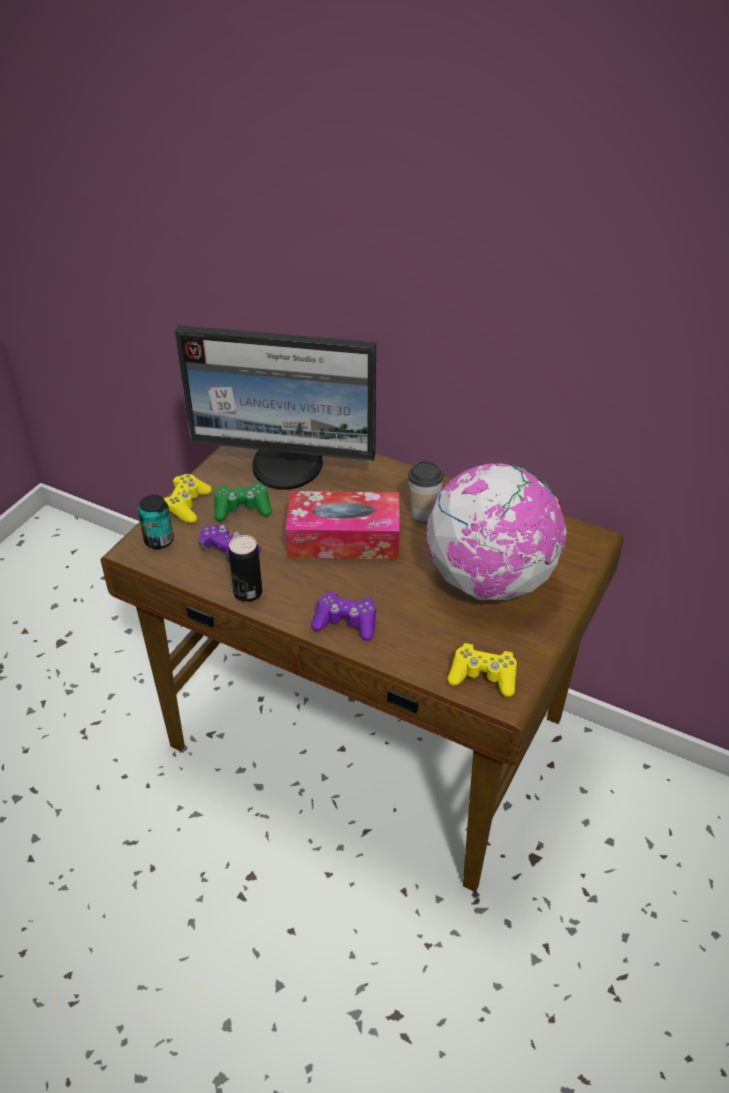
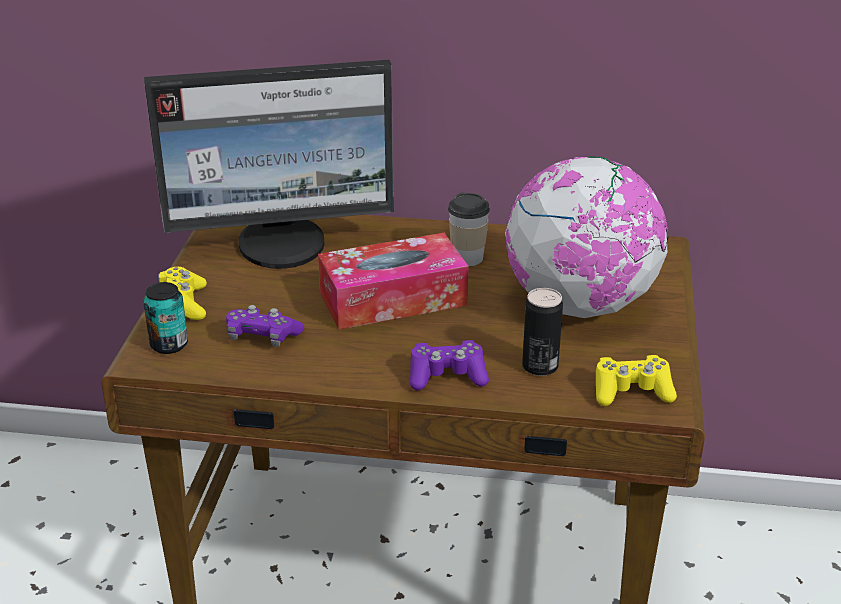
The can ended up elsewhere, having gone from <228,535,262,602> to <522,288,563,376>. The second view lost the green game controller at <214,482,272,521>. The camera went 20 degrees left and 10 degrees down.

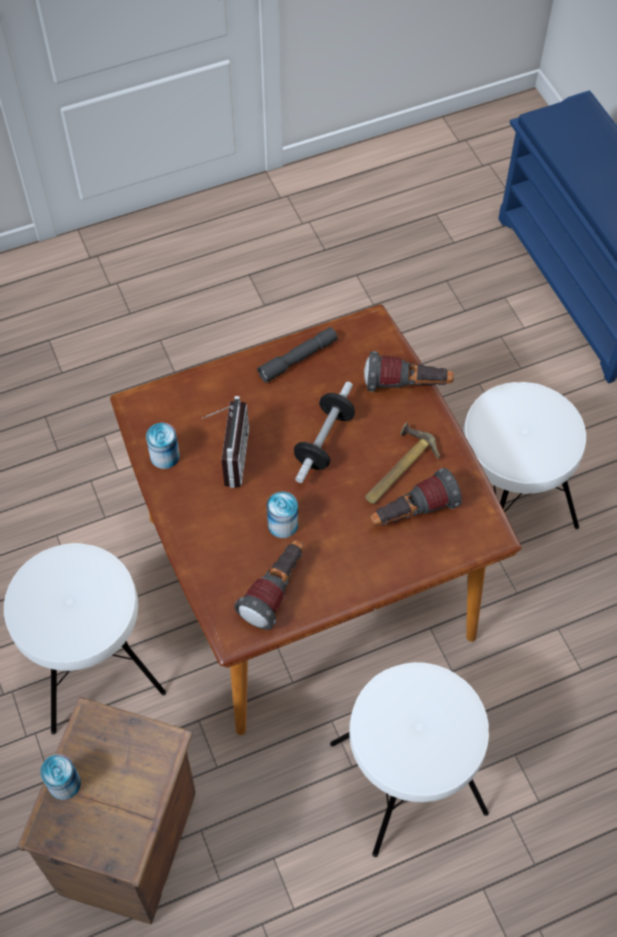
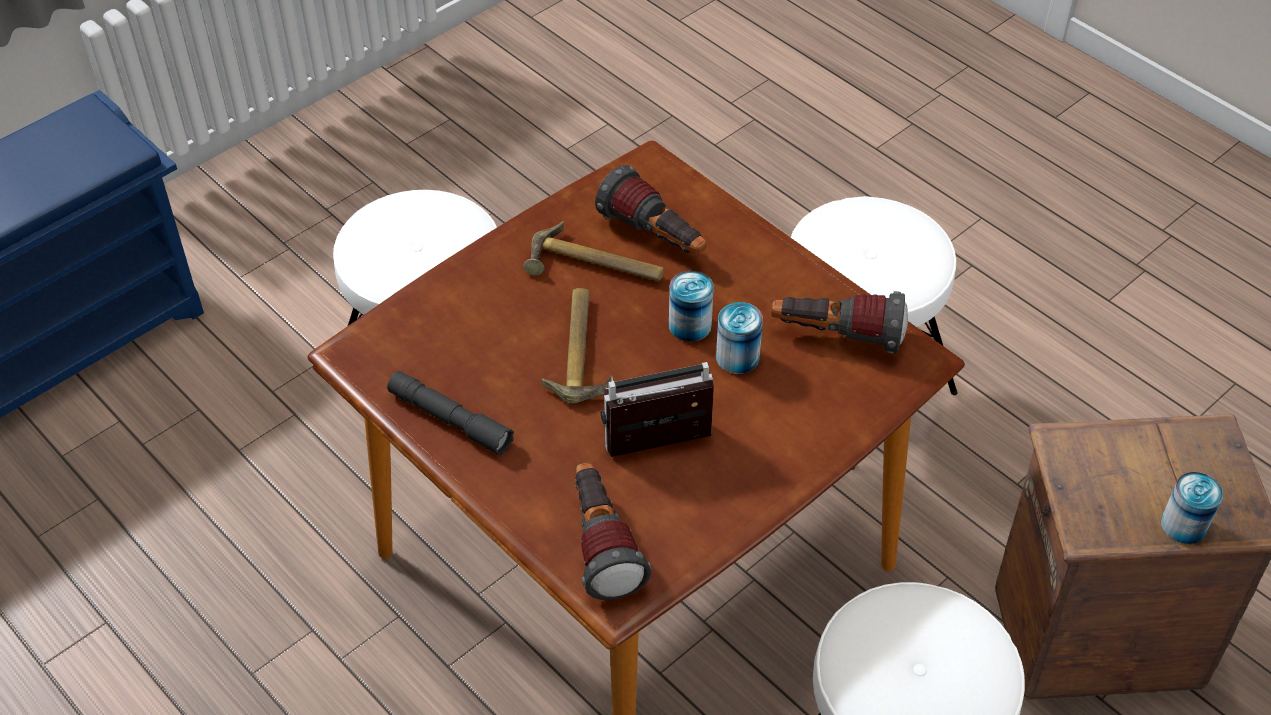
Where the dumbbell stood at <294,382,355,483>, the hammer came to stand at <542,288,614,403>. The flashlight ended up elsewhere, having gone from <364,351,454,392> to <575,463,651,600>. The can ended up elsewhere, having gone from <146,423,180,469> to <669,271,714,342>. The camera went 110 degrees left and 10 degrees down.

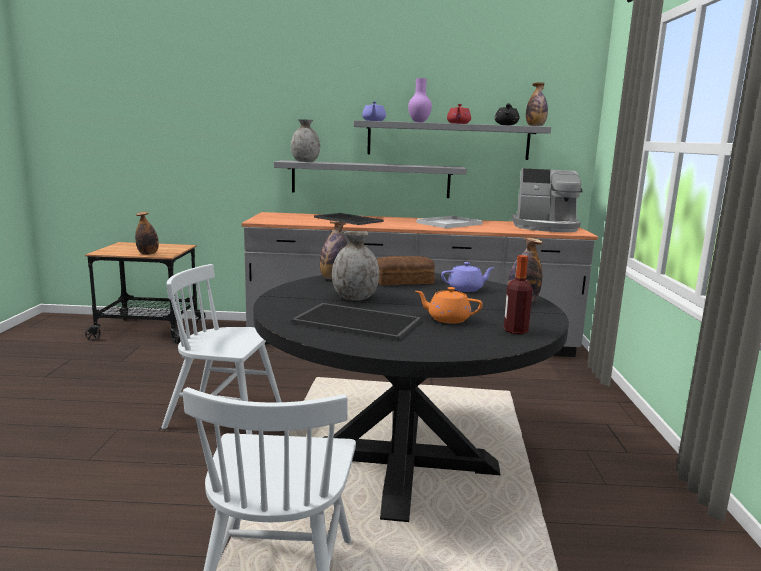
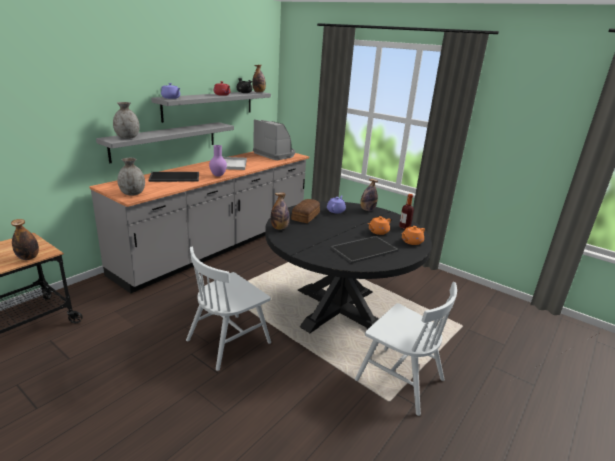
The grey vase ended up elsewhere, having gone from <332,231,379,300> to <117,158,145,196>. The purple vase ended up elsewhere, having gone from <408,78,432,123> to <209,145,227,177>. The coffee machine at <512,168,583,232> ended up facing another way, 90 degrees counterclockwise from before. The second view gained the orange teapot at <402,226,425,245>. The camera went 55 degrees left and 10 degrees up.

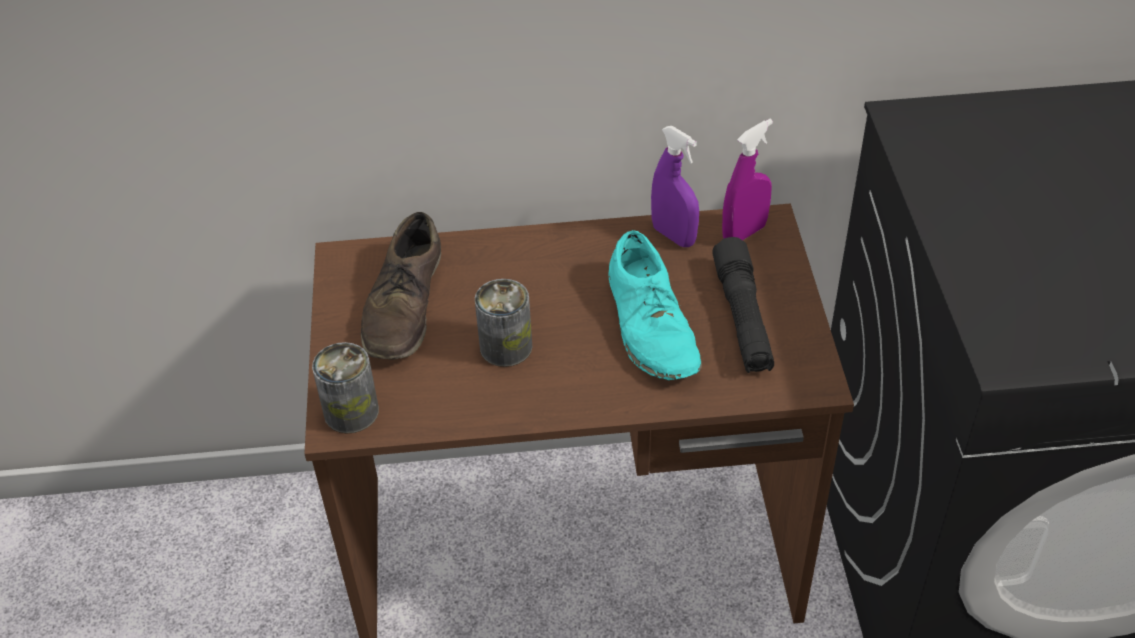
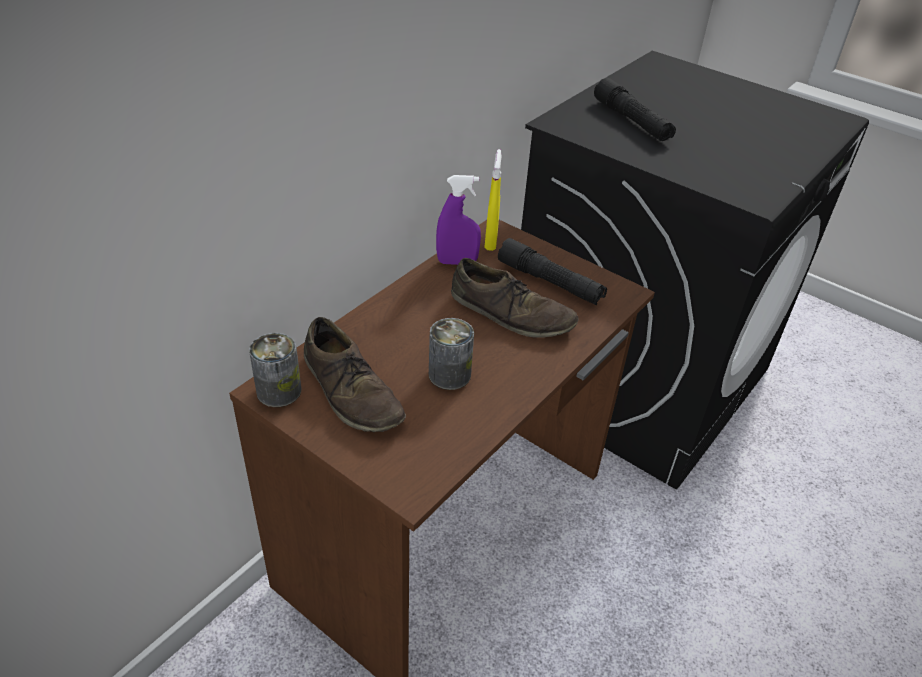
The can ended up elsewhere, having gone from <312,342,379,433> to <249,333,301,407>. What was the turquoise shoe at <609,230,702,380> turned into the brown shoe at <451,258,579,338>. What was the purple spray bottle at <722,119,773,240> turned into the yellow spray bottle at <484,149,502,251>. The second view gained the black flashlight at <594,78,676,141>. The camera went 50 degrees left and 5 degrees down.

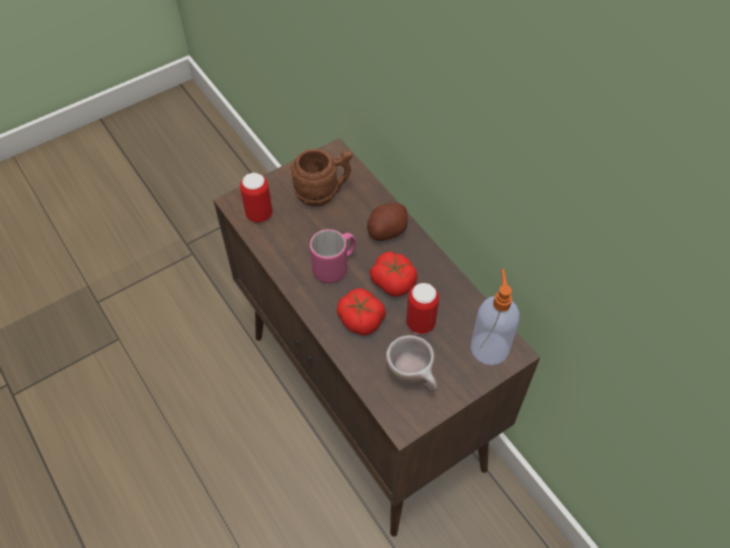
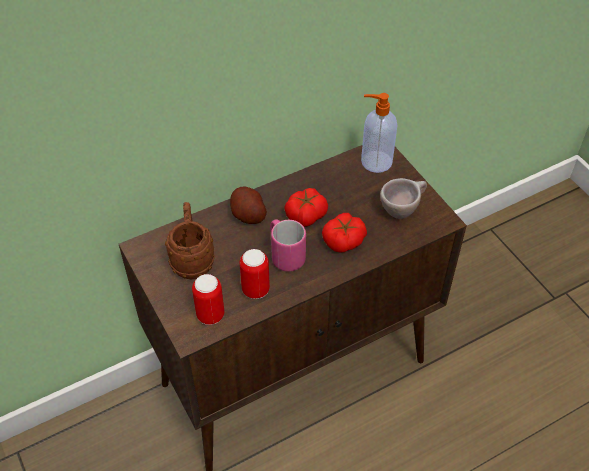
The can ended up elsewhere, having gone from <406,283,439,334> to <240,249,270,299>. The camera went 85 degrees left and 5 degrees down.

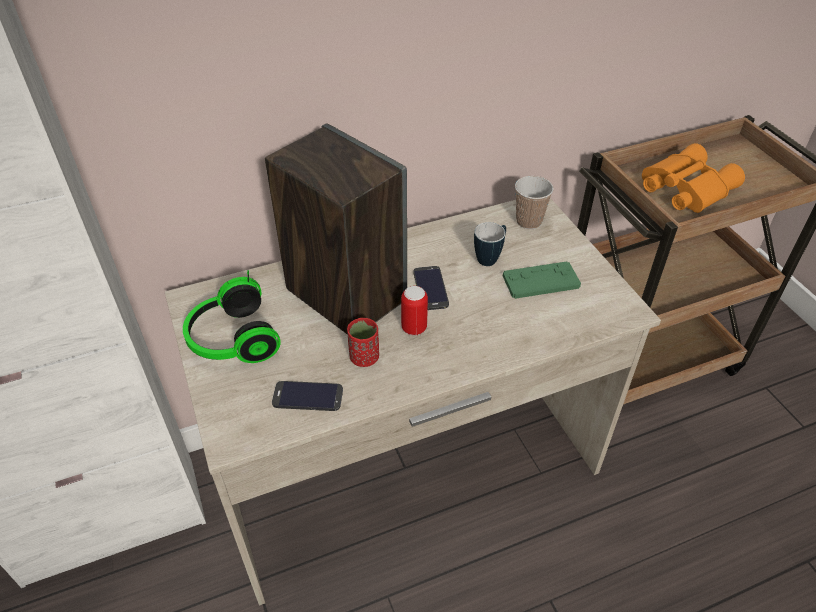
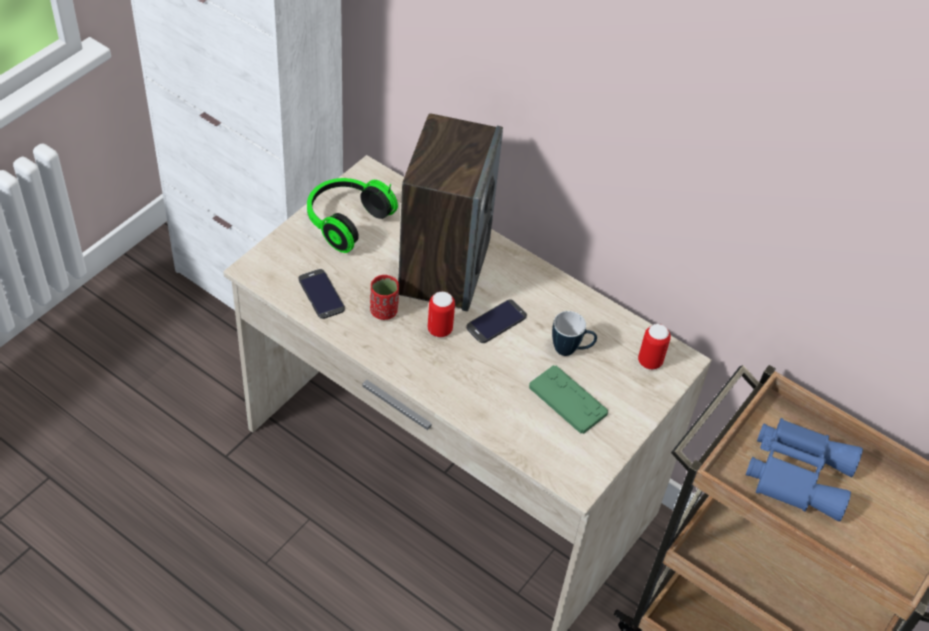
Where the cup stood at <515,176,554,229>, the can came to stand at <638,324,671,370>. What was the orange binoculars at <642,143,745,213> turned into the blue binoculars at <746,418,863,522>. The camera went 55 degrees right and 5 degrees up.

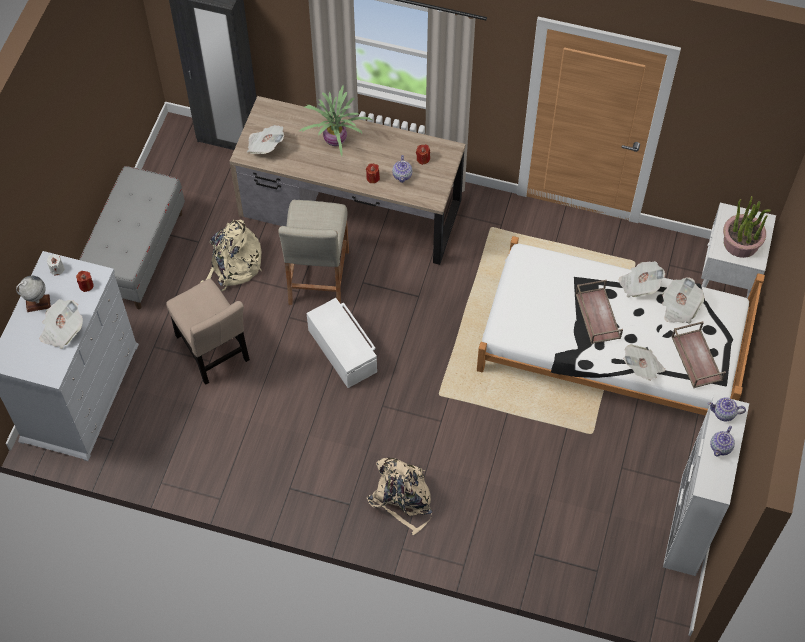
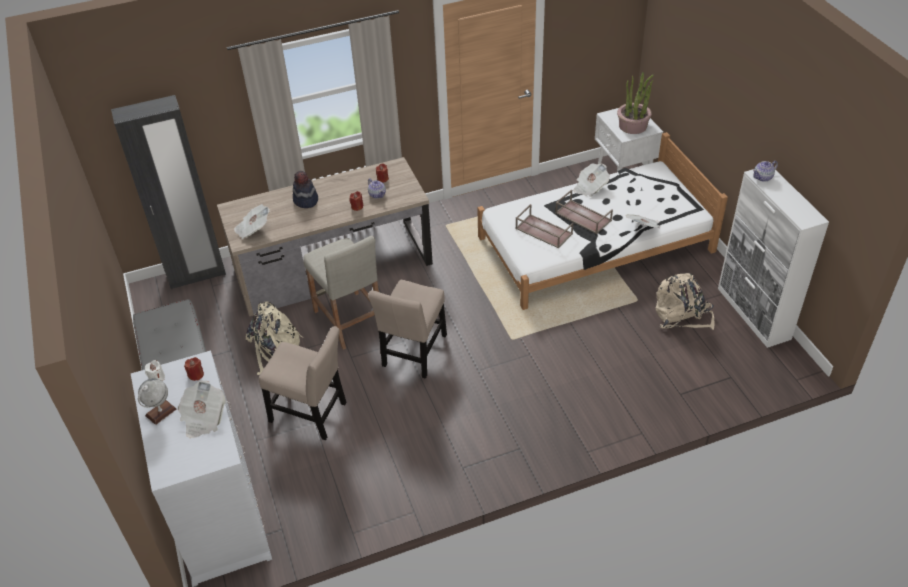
Where the potted plant stood at <299,85,372,156>, the hat came to stand at <293,171,318,208>. Where the white storage box stood at <306,298,377,388>, the beige chair came to stand at <368,280,447,379>. The brown tray ended up elsewhere, having gone from <671,321,726,388> to <515,204,573,248>. The beige backpack ended up elsewhere, having gone from <367,458,433,536> to <656,273,714,330>. The second view lost the newspaper at <662,277,704,323>. The second view lost the teapot at <710,426,735,457>. The camera went 35 degrees left and 15 degrees down.

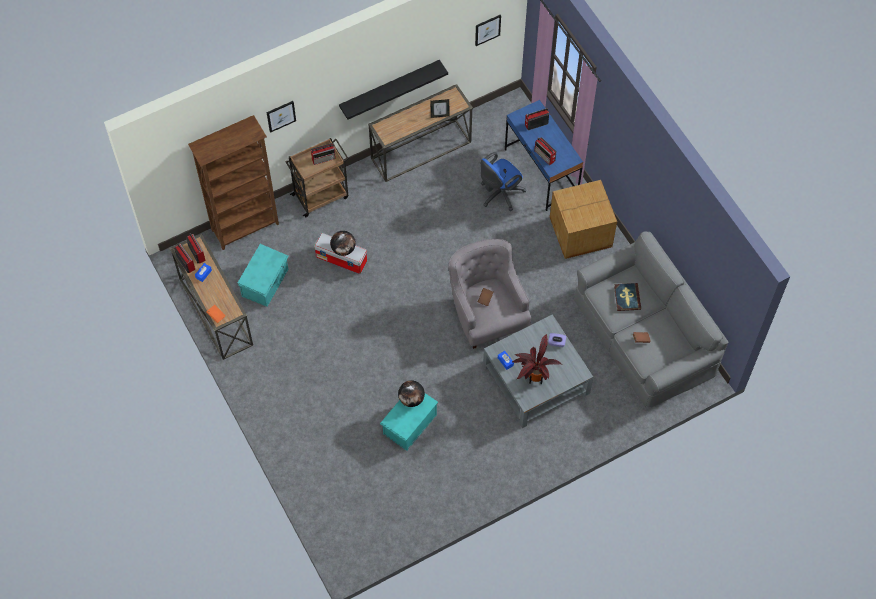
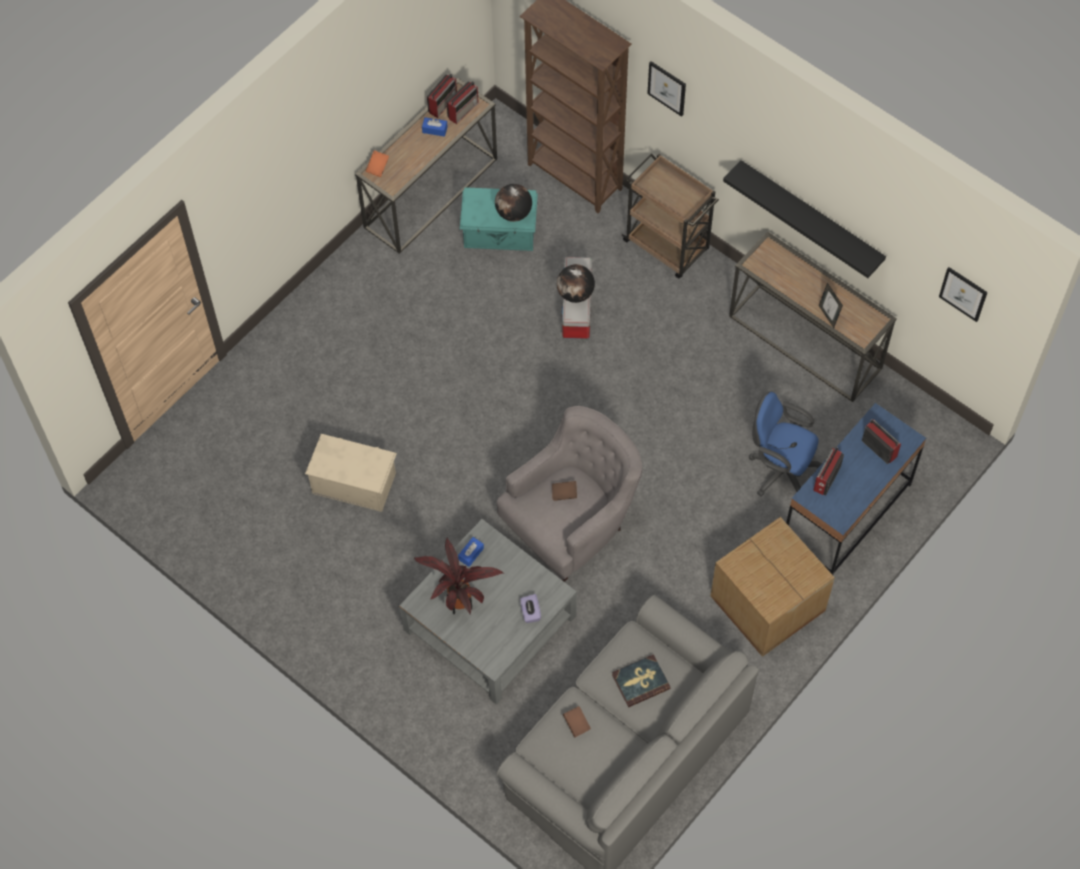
What was the turquoise storage box at <380,393,438,451> turned into the beige storage box at <305,434,397,512>. The globe ended up elsewhere, having gone from <398,380,425,407> to <495,184,532,222>. The second view lost the radio at <311,143,336,165>. The camera went 70 degrees right and 0 degrees up.

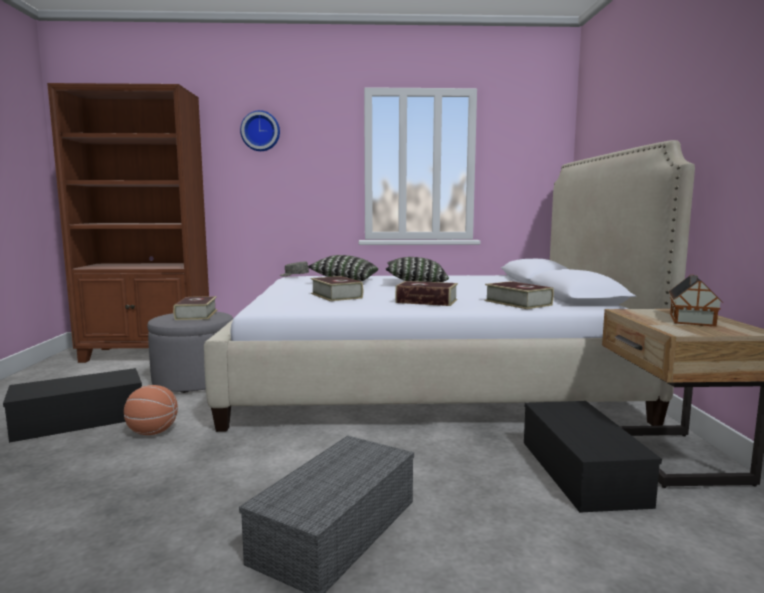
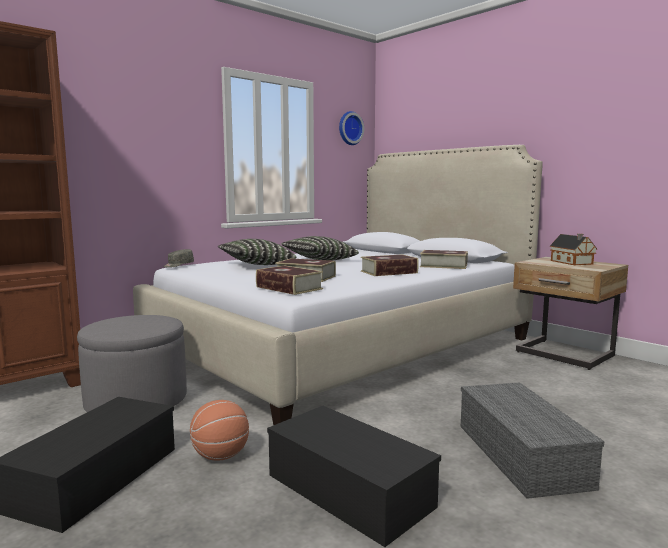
The book ended up elsewhere, having gone from <173,296,217,320> to <256,266,323,295>. The black storage box ended up elsewhere, having gone from <524,401,662,513> to <267,406,441,547>. The wall clock ended up elsewhere, having gone from <240,110,280,151> to <339,111,364,145>. The camera went 40 degrees left and 0 degrees up.

